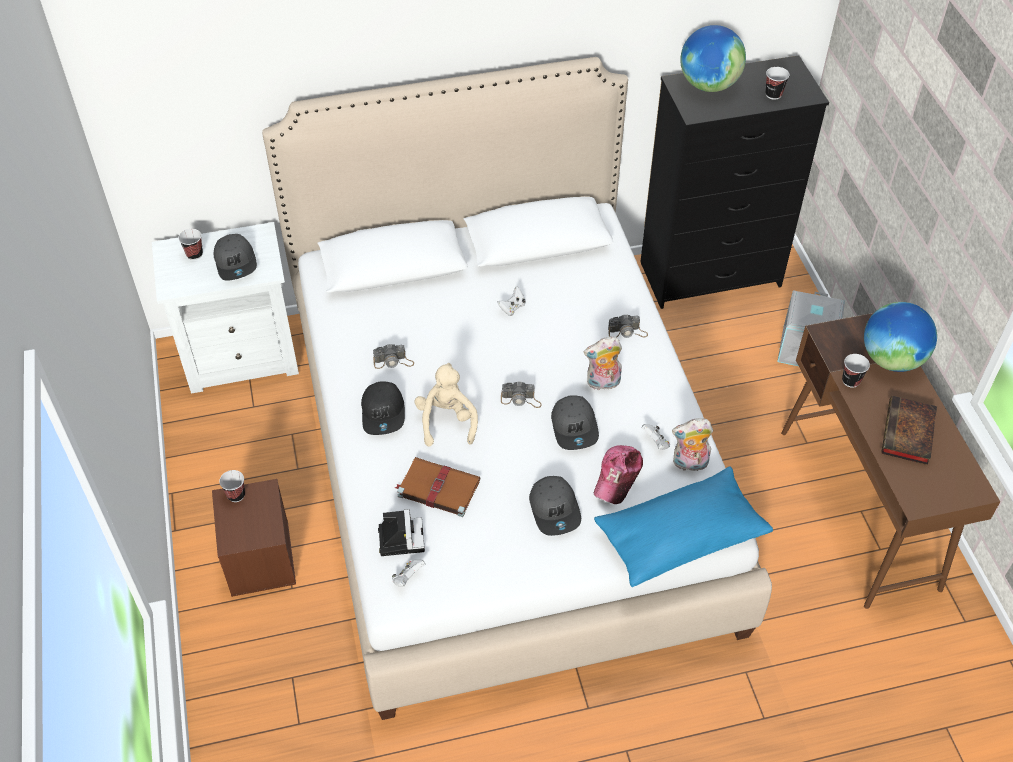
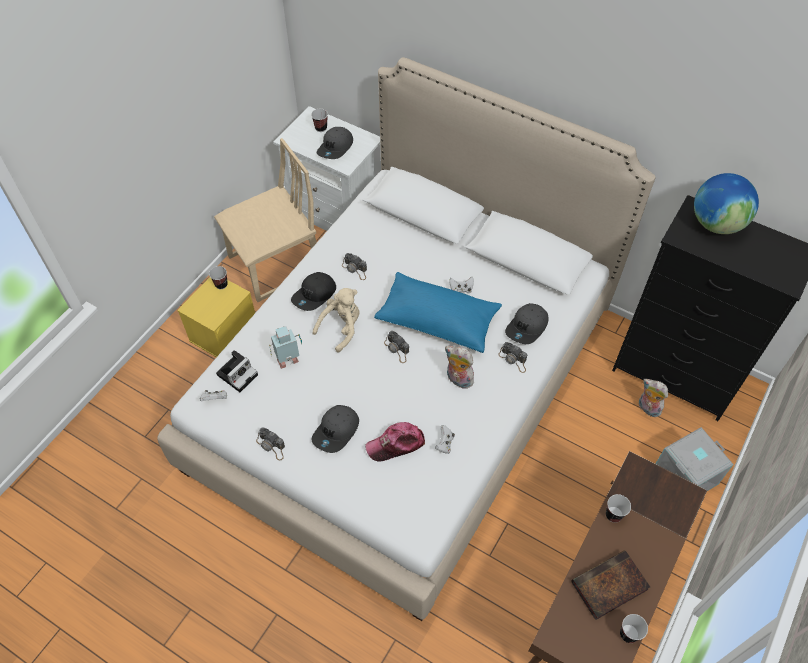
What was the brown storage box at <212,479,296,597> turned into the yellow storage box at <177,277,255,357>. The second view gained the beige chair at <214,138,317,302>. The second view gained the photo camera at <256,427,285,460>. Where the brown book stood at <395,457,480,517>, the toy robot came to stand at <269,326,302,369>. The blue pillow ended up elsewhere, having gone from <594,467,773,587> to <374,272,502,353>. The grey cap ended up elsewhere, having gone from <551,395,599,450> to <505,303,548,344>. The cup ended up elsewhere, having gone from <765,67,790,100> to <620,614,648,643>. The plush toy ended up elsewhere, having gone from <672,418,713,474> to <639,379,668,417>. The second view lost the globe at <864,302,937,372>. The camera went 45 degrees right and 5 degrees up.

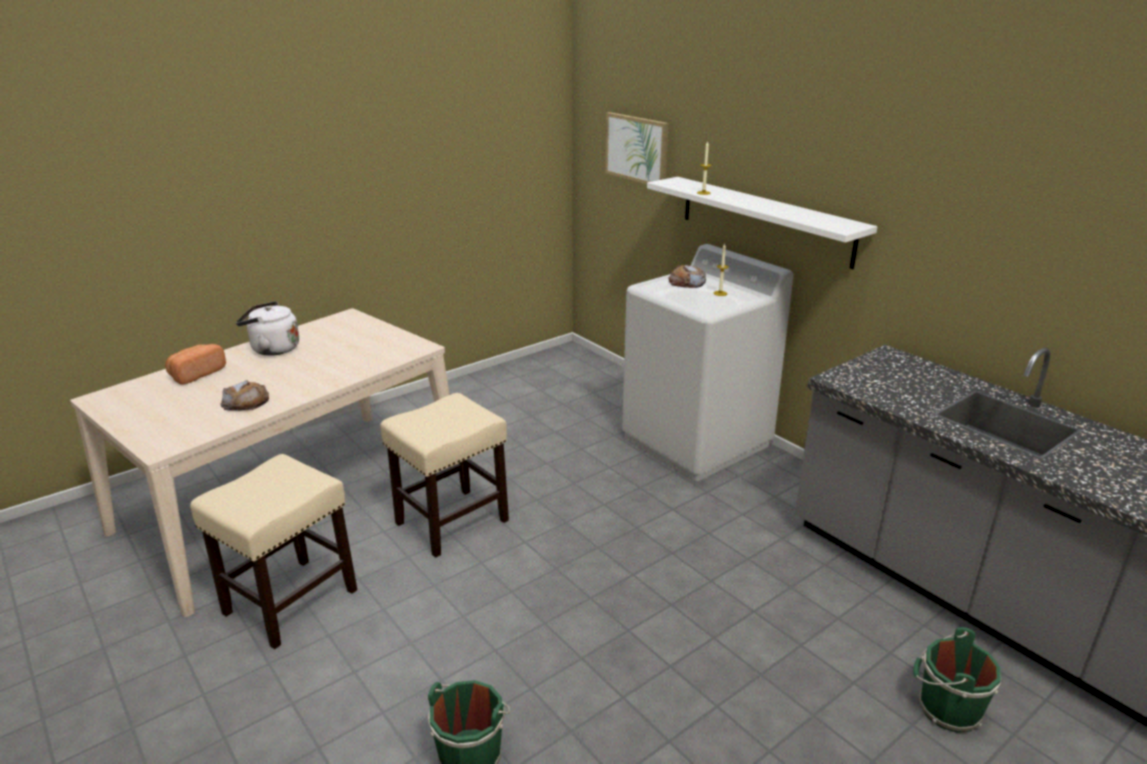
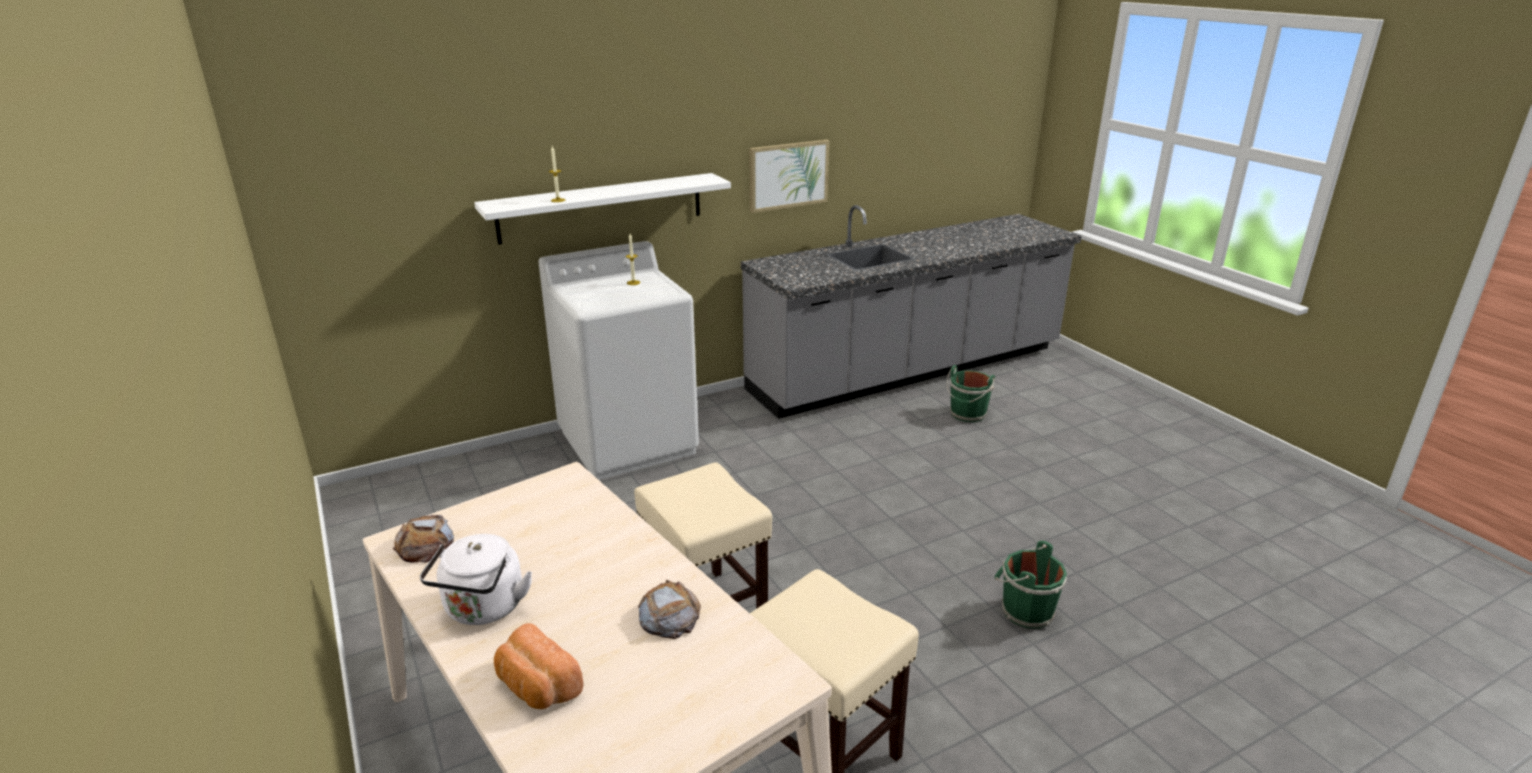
The bread ended up elsewhere, having gone from <668,265,706,288> to <393,515,454,563>. The picture ended up elsewhere, having gone from <605,112,669,184> to <749,140,829,213>. The camera went 80 degrees left and 0 degrees up.

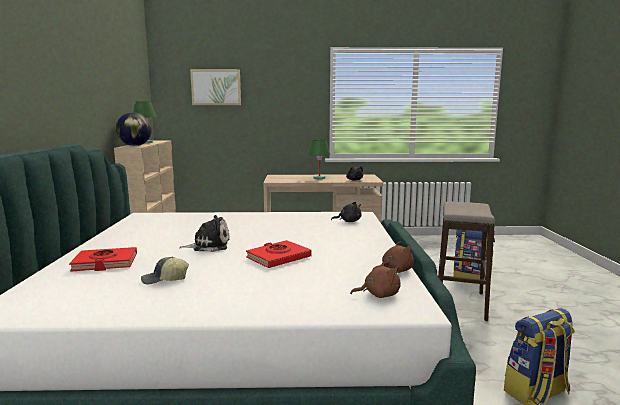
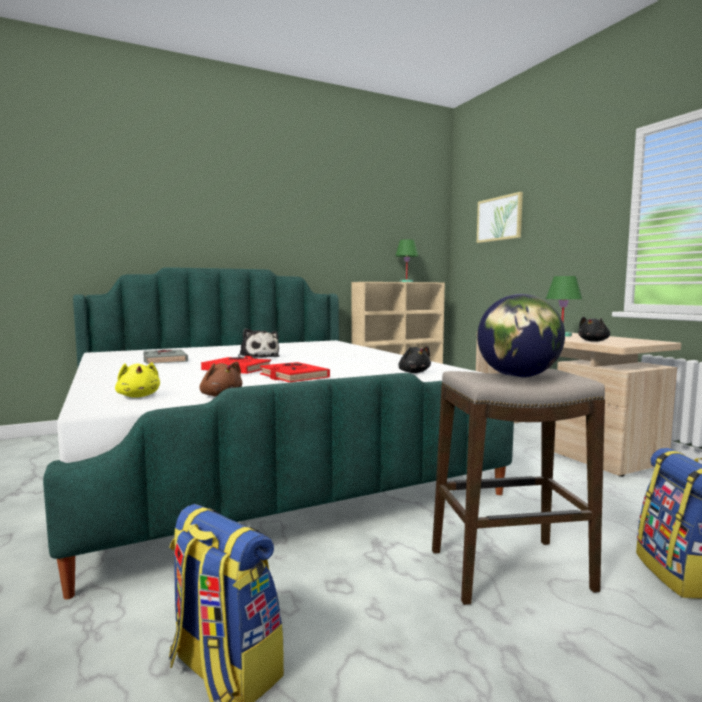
What was the brown plush toy at <350,261,401,298> turned into the yellow plush toy at <115,362,160,398>. Where the cap stood at <141,257,189,285>, the grey book came to stand at <144,349,188,364>. The red book ended up elsewhere, having gone from <69,247,137,272> to <260,362,330,382>. The globe ended up elsewhere, having gone from <116,112,152,146> to <477,294,565,378>. The camera went 65 degrees right and 5 degrees down.

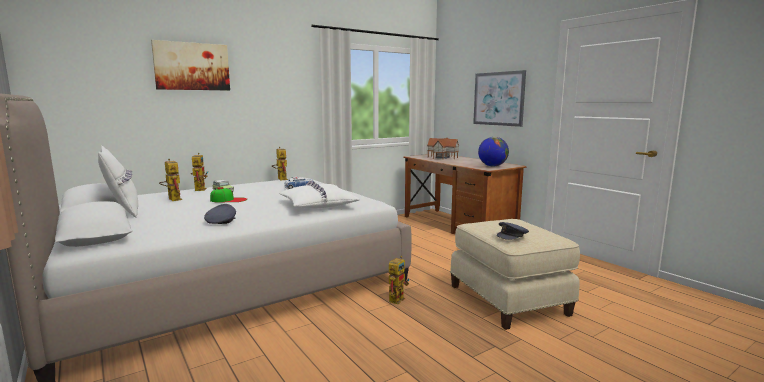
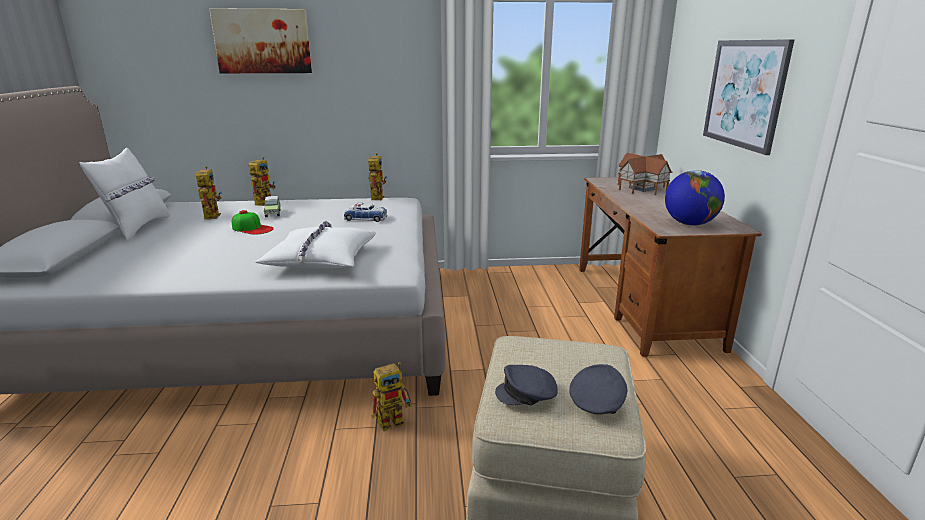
The grey cap ended up elsewhere, having gone from <204,204,236,224> to <569,364,627,415>. The camera went 30 degrees right and 10 degrees up.

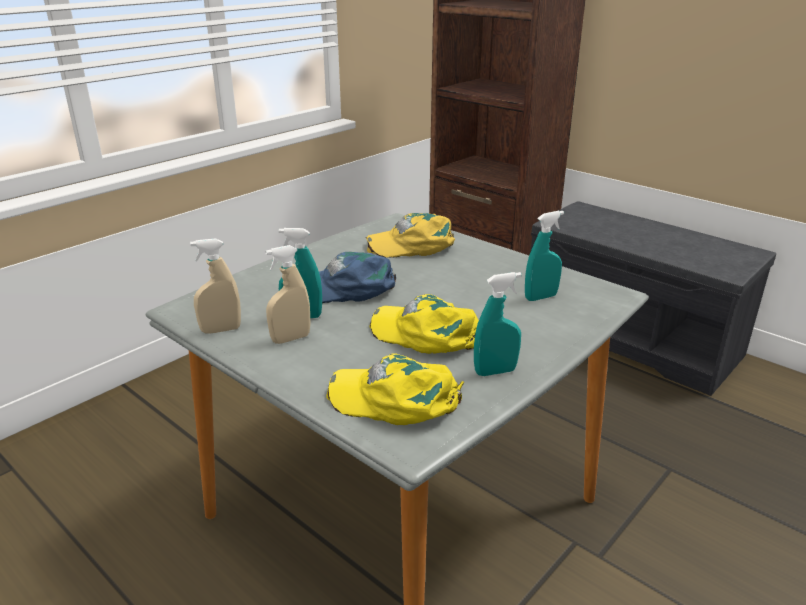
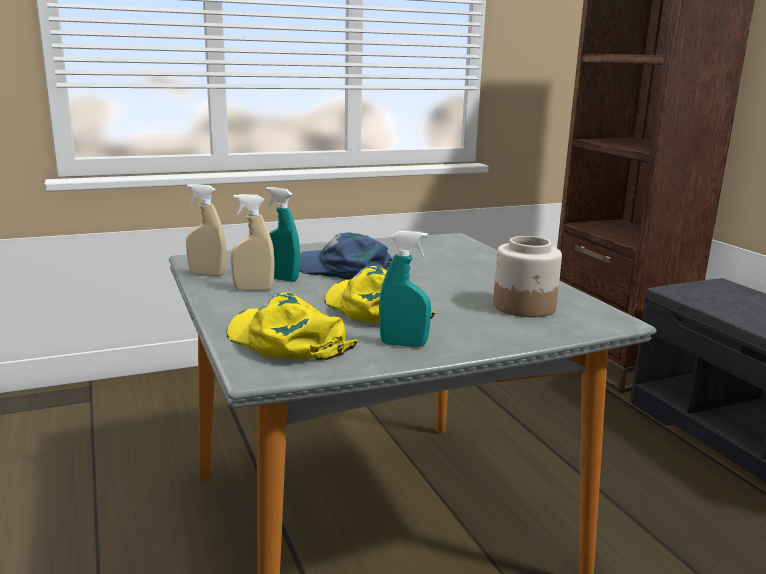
Where the turquoise spray bottle stood at <525,211,564,301>, the jar came to stand at <493,236,562,317>. The second view lost the yellow cap at <366,213,455,258>. The camera went 25 degrees right and 10 degrees down.

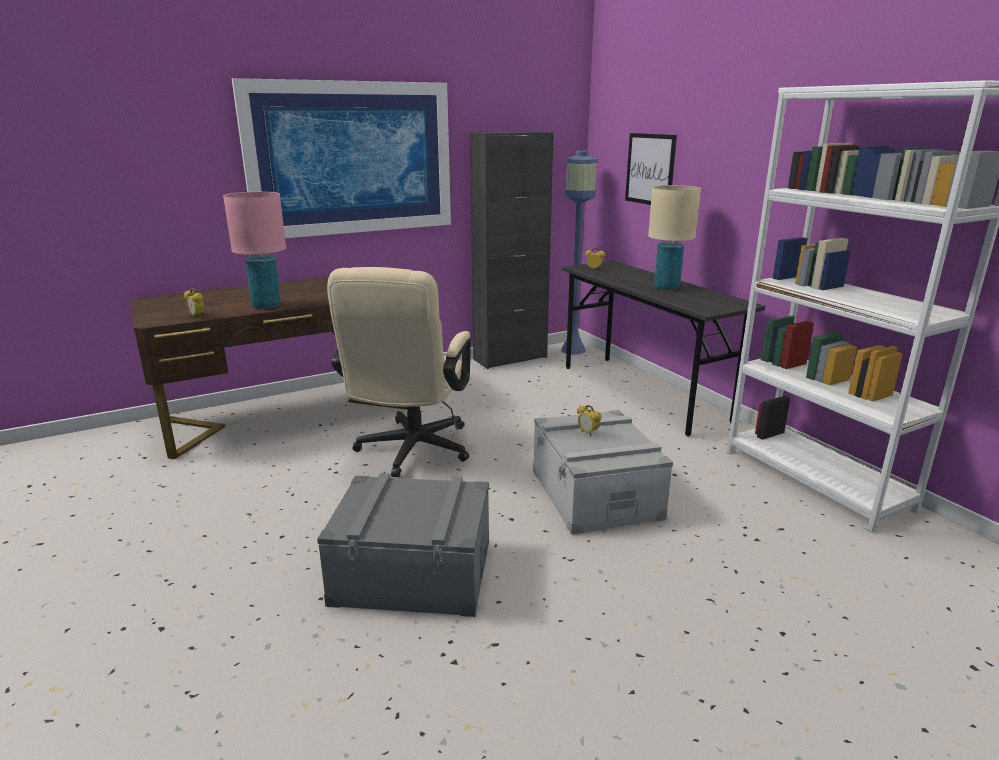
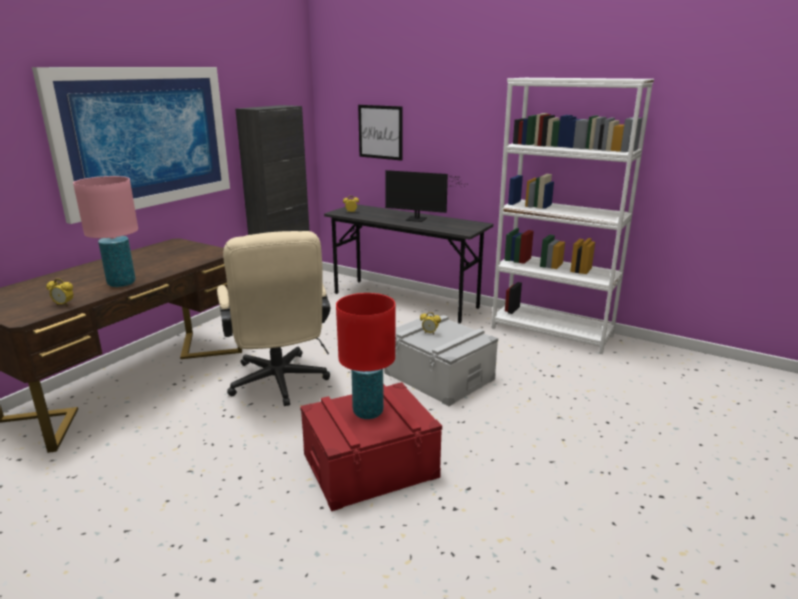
What was the grey storage box at <317,473,489,617> turned into the red storage box at <300,382,442,511>. The second view gained the red table lamp at <336,293,395,419>. Where the beige table lamp stood at <648,185,701,290>, the monitor came to stand at <385,170,465,222>. The second view lost the blue floor lamp at <561,151,598,355>. The camera went 30 degrees left and 0 degrees up.

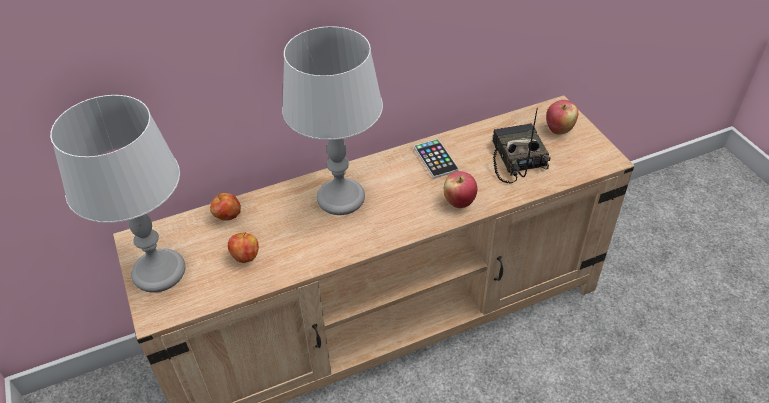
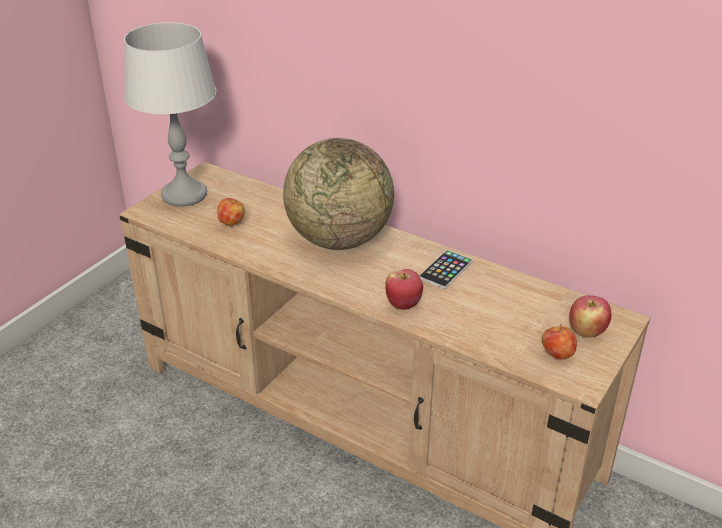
Where the grey table lamp stood at <282,26,383,215>, the globe came to stand at <283,138,394,250>. The apple ended up elsewhere, having gone from <210,193,241,221> to <542,324,577,360>. The second view lost the radio at <493,108,551,184>. The camera went 55 degrees right and 10 degrees down.

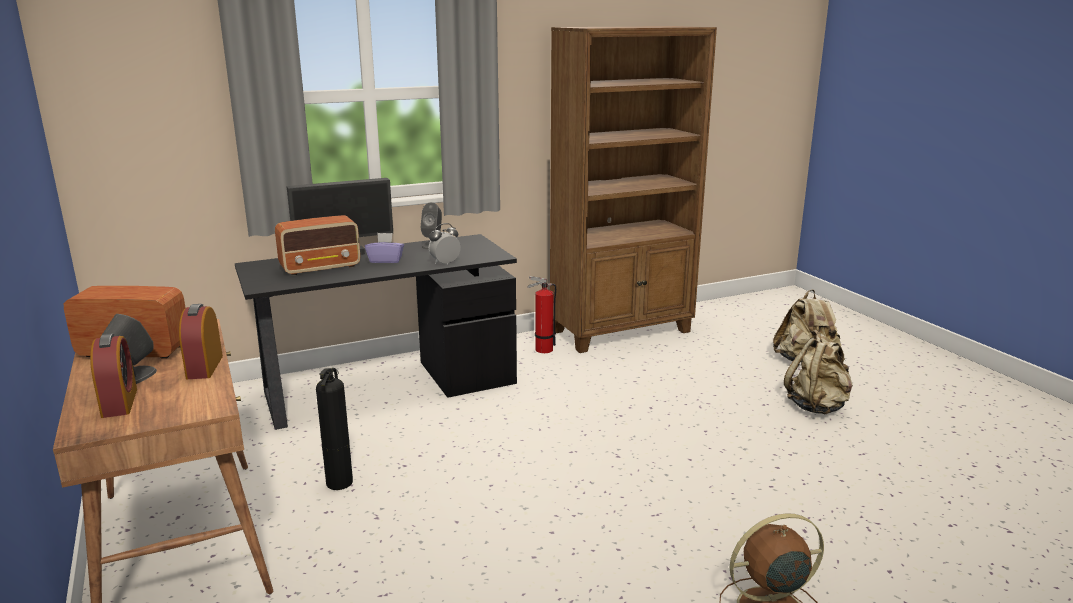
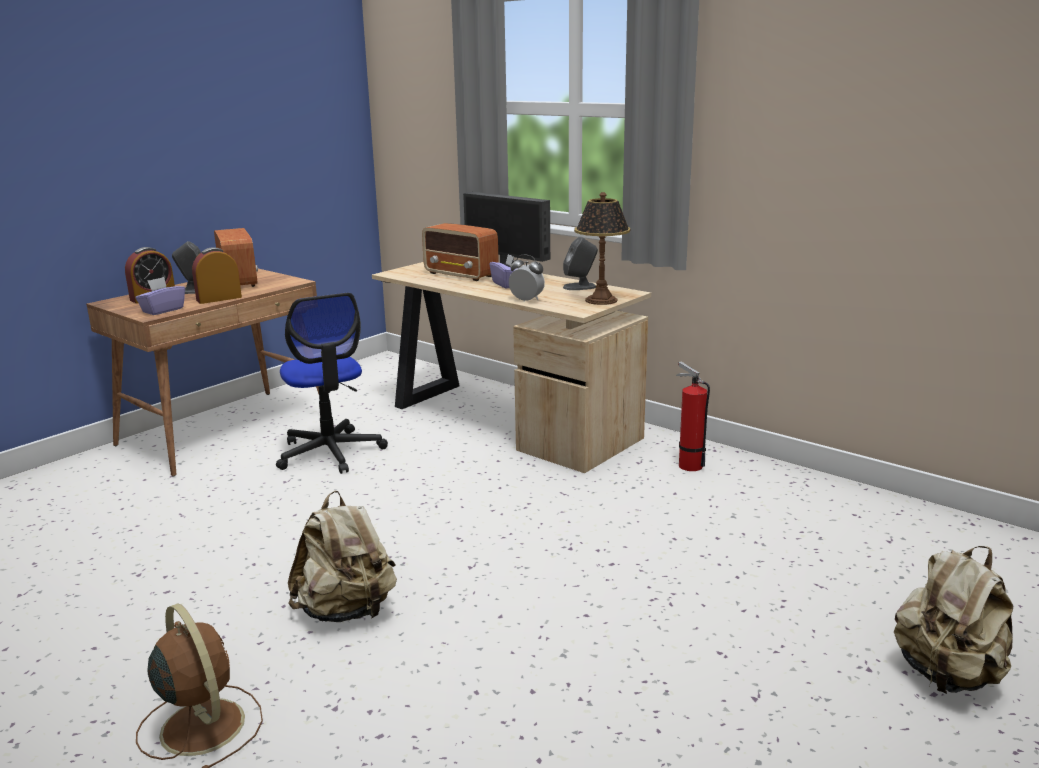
The second view gained the purple tissue box at <136,277,185,315>. Where the fire extinguisher stood at <316,368,353,490>, the office chair came to stand at <276,293,388,474>. The beige backpack ended up elsewhere, having gone from <784,330,853,414> to <288,491,397,622>. What was the black desk at <235,234,517,430> turned into the beige desk at <372,262,651,473>. The second view gained the table lamp at <574,192,630,305>. The second view lost the brown bookcase at <550,26,717,353>. The camera went 65 degrees right and 0 degrees up.

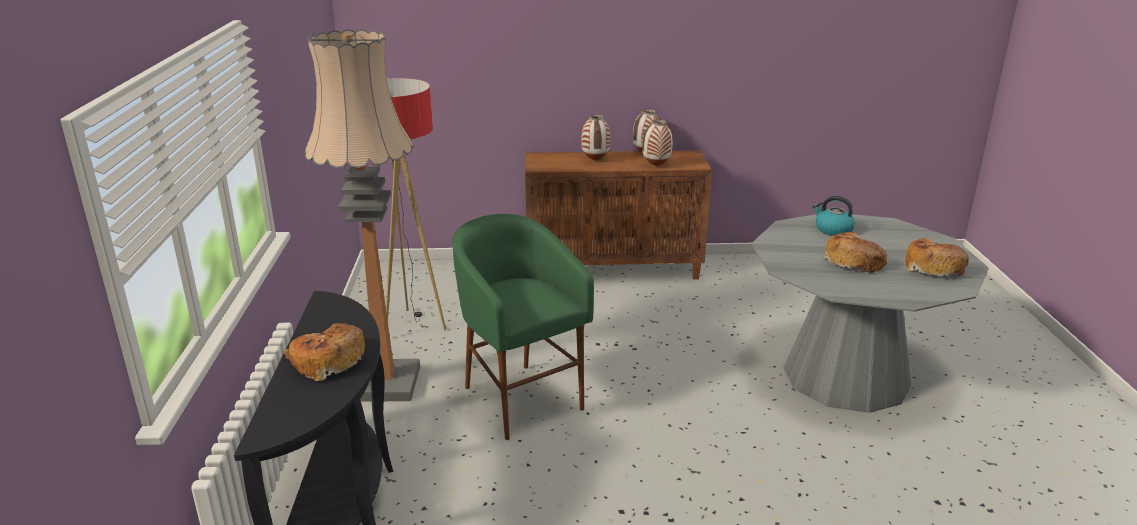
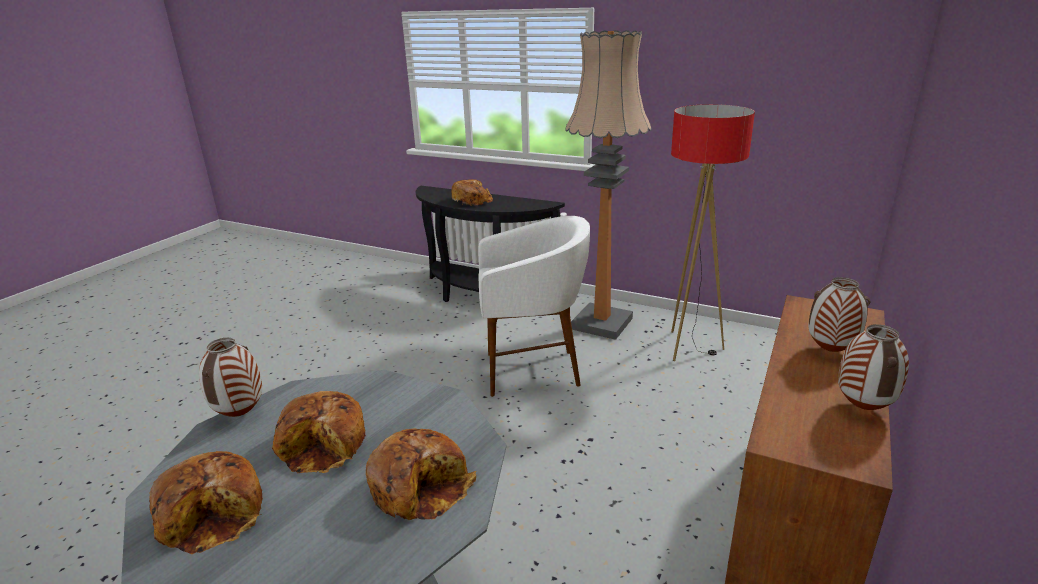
The vase ended up elsewhere, having gone from <642,120,673,166> to <199,338,262,417>. Where the kettle stood at <812,196,855,236>, the bread came to stand at <366,429,476,520>. What was the green stool at <452,214,594,440> turned into the white stool at <478,216,590,397>. The camera went 120 degrees right and 0 degrees up.

